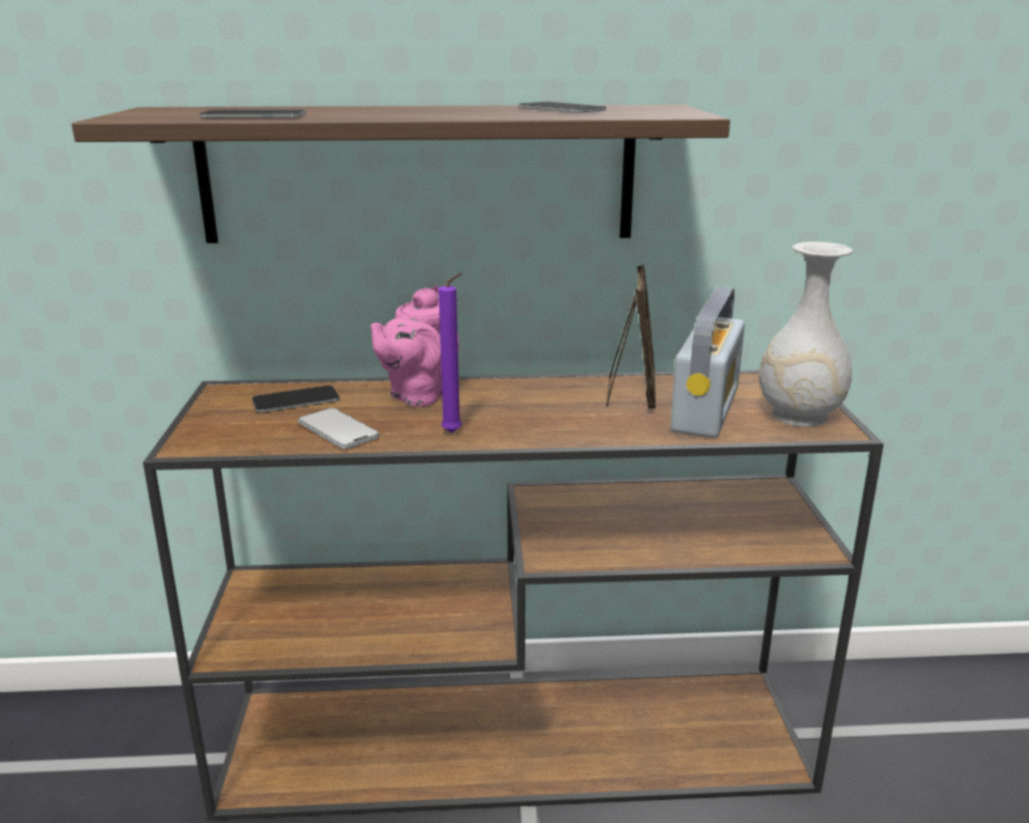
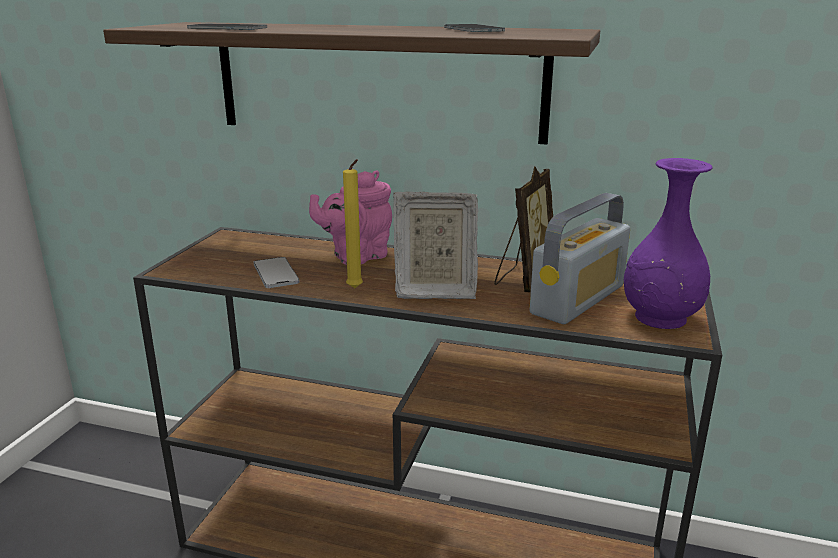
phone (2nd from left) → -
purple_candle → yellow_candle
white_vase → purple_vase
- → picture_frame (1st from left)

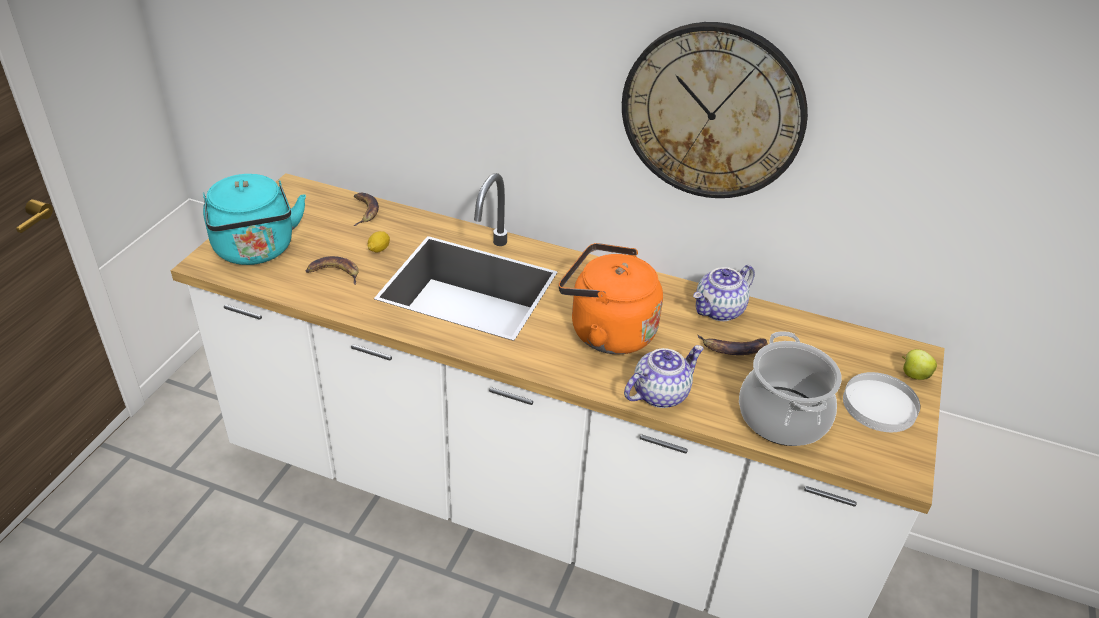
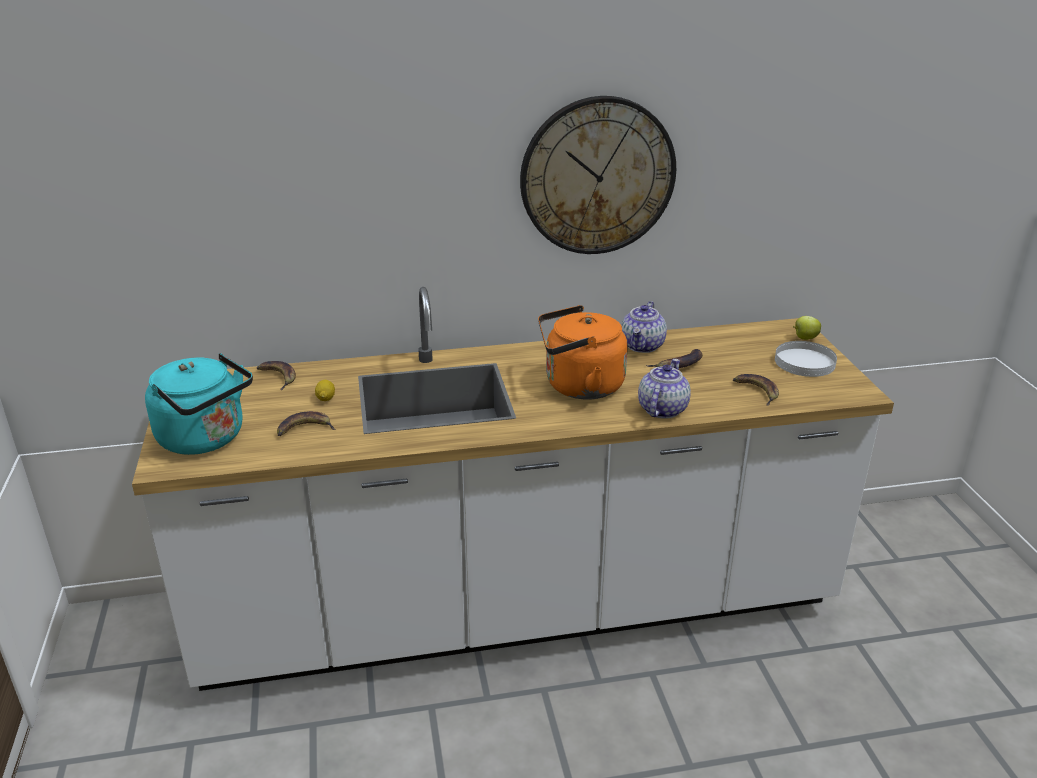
cooking_pot → banana (4th from left)

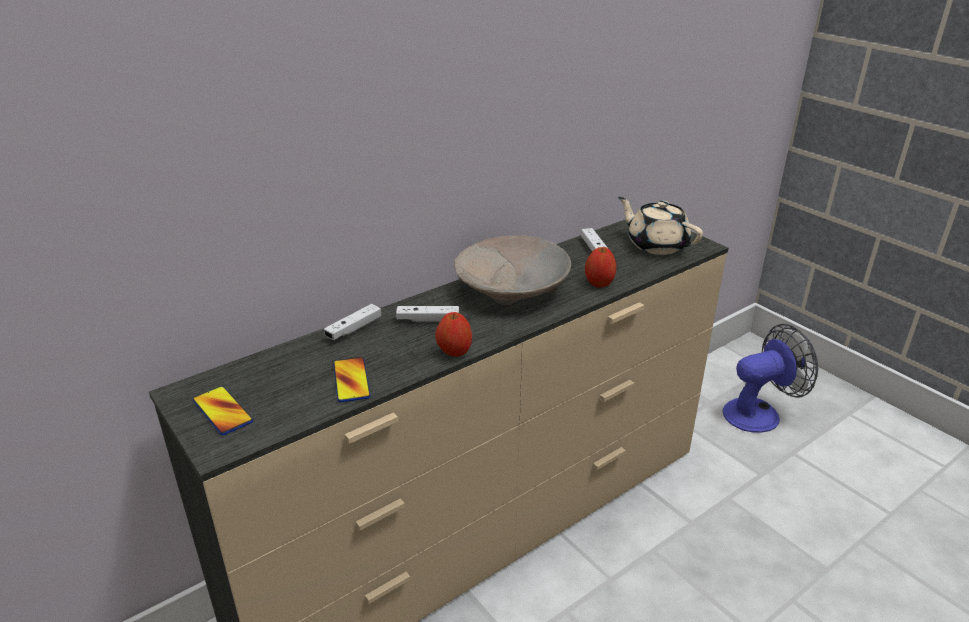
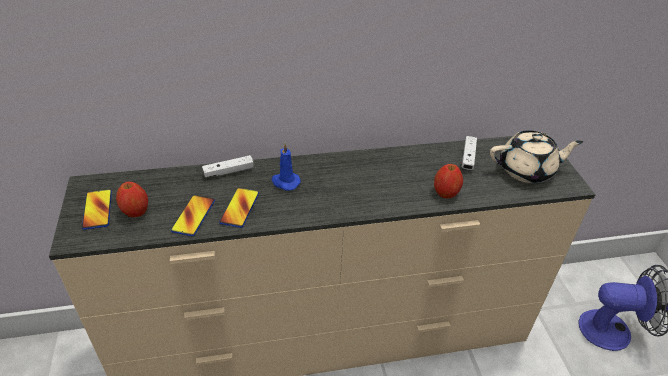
white_game_controller (2nd from left) → blue_candle
apple (1st from left), moved
beige_bowl → -
beige_teapot, 105 degrees clockwise
- → phone (3rd from left)

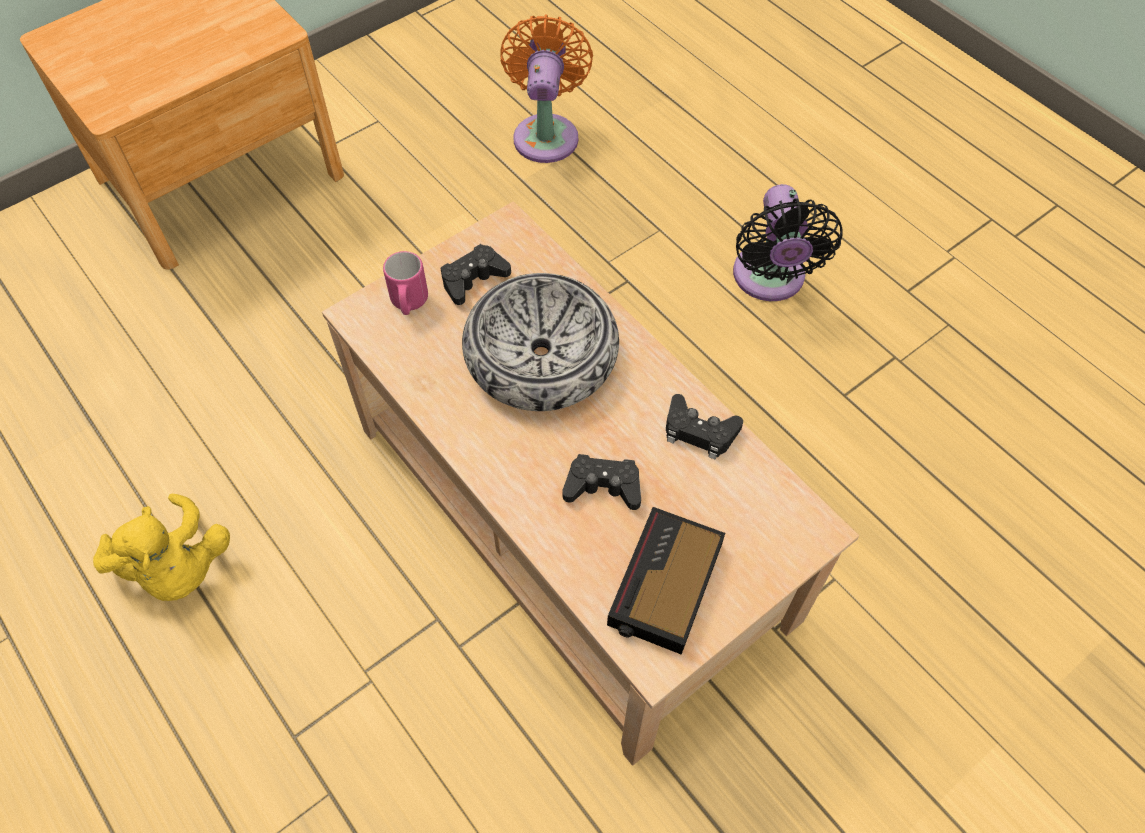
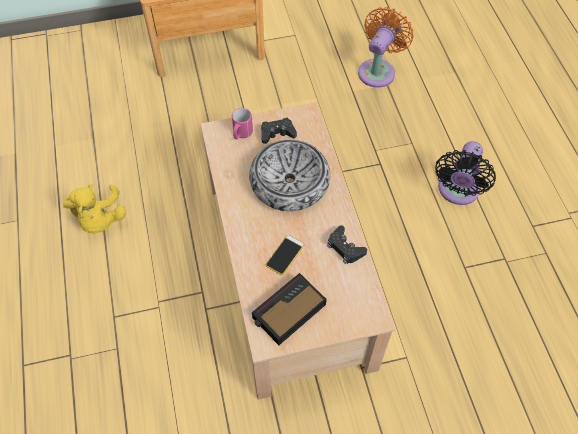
black_game_controller (2nd from left) → phone

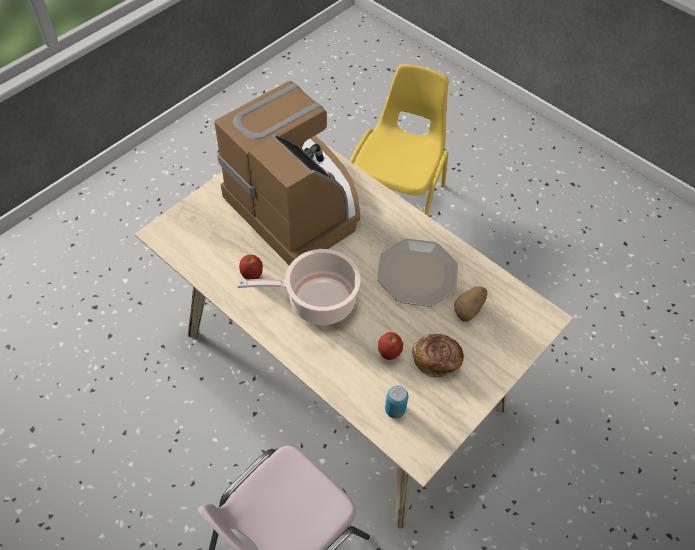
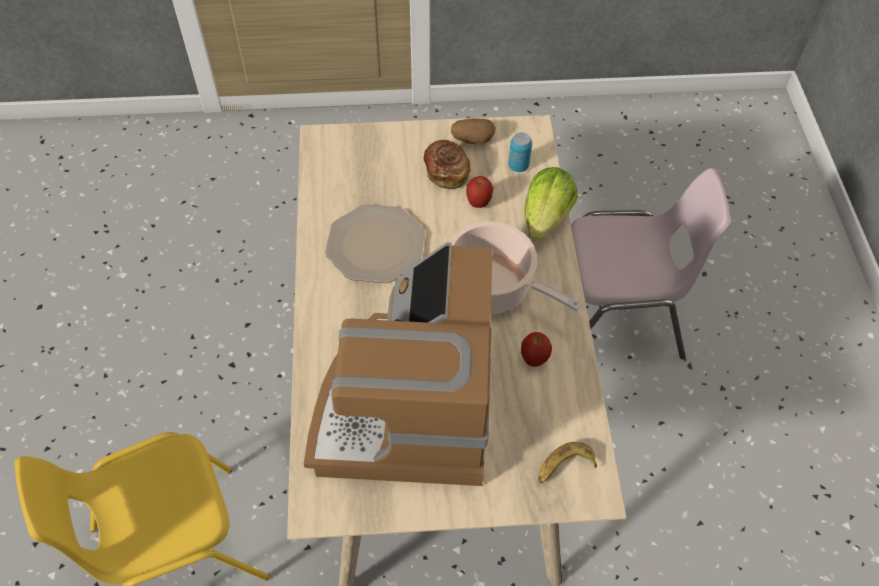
potato, moved
- → lettuce
- → banana

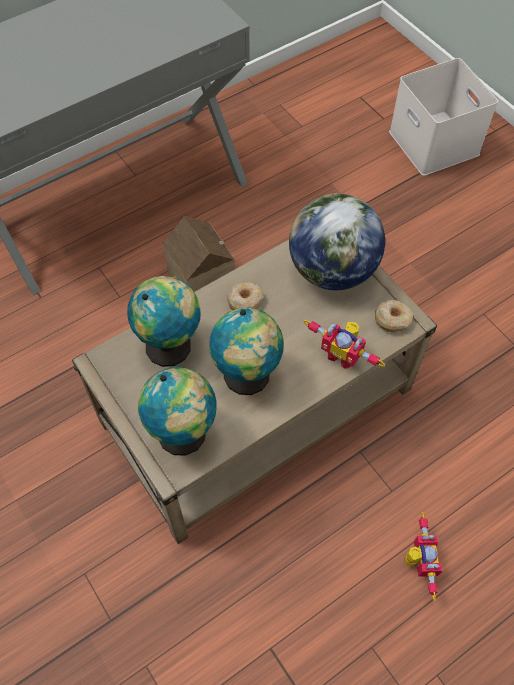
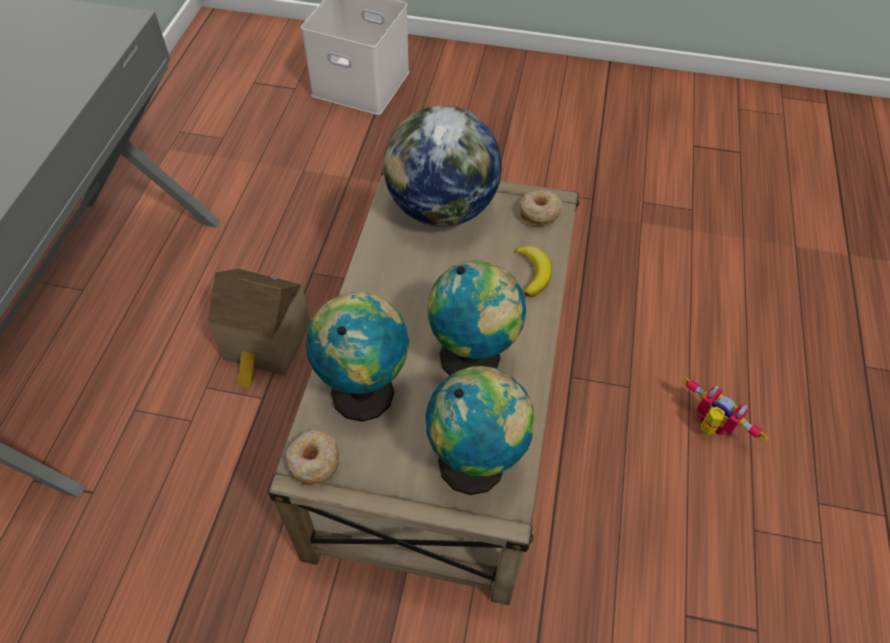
donut (1st from left), moved
toy_robot (1st from left) → banana

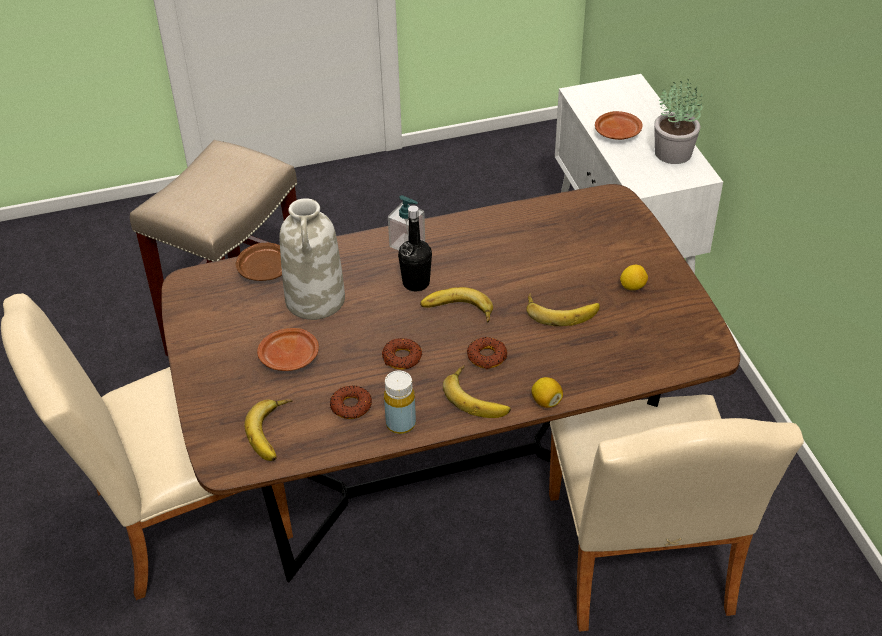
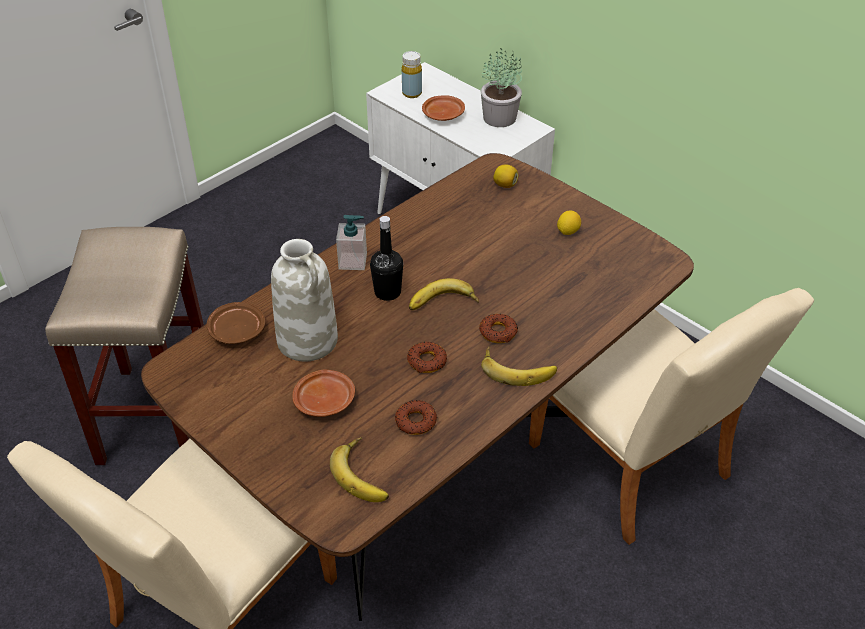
yellow_bottle, moved
banana (4th from left) → -
lemon (1st from left), moved

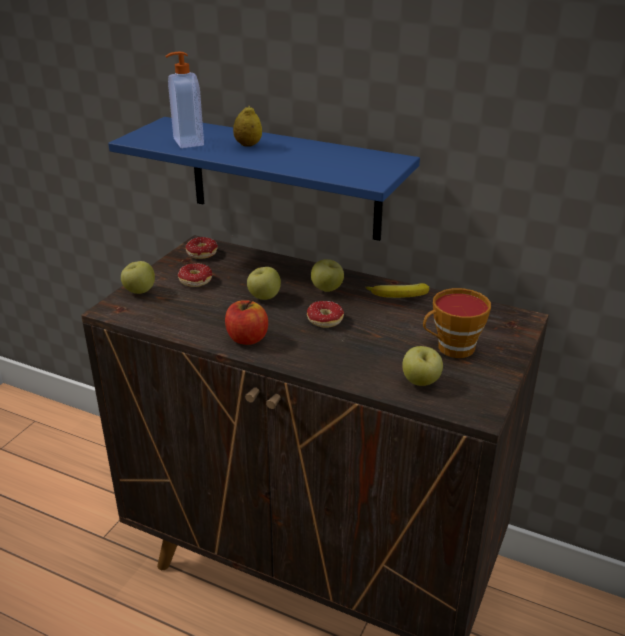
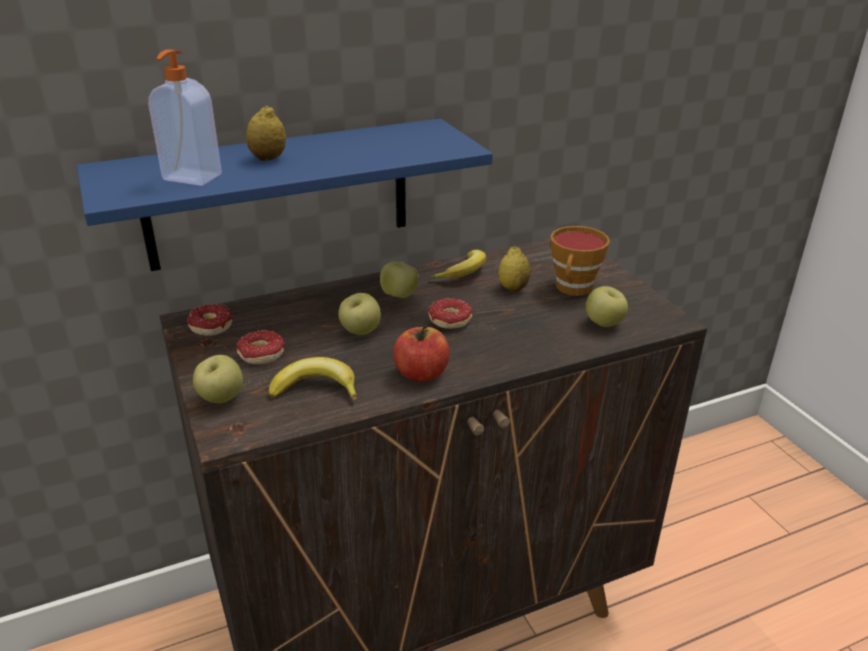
- → banana (1st from left)
- → lemon (2nd from left)

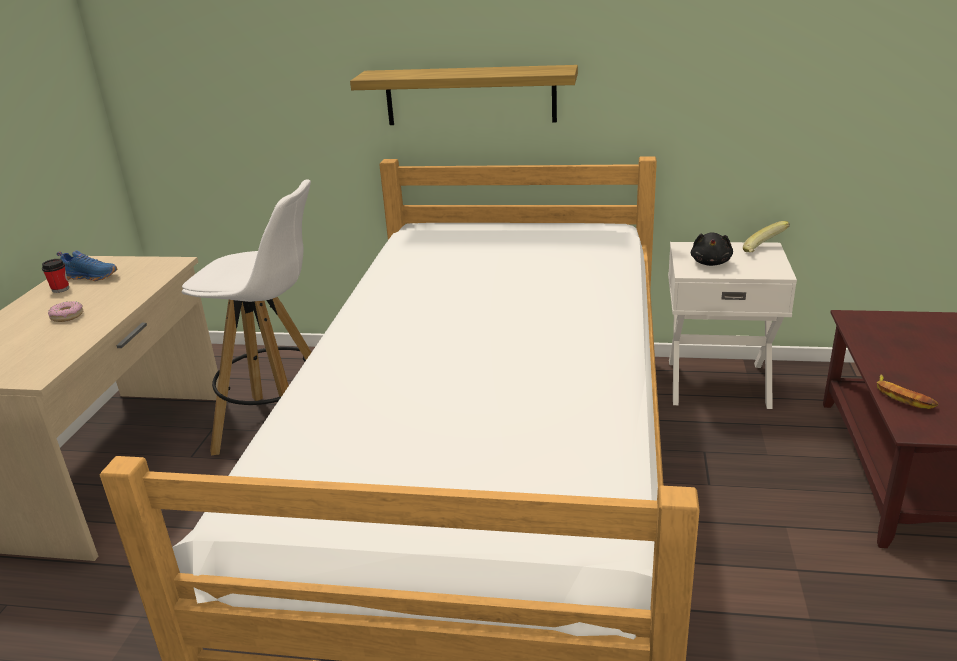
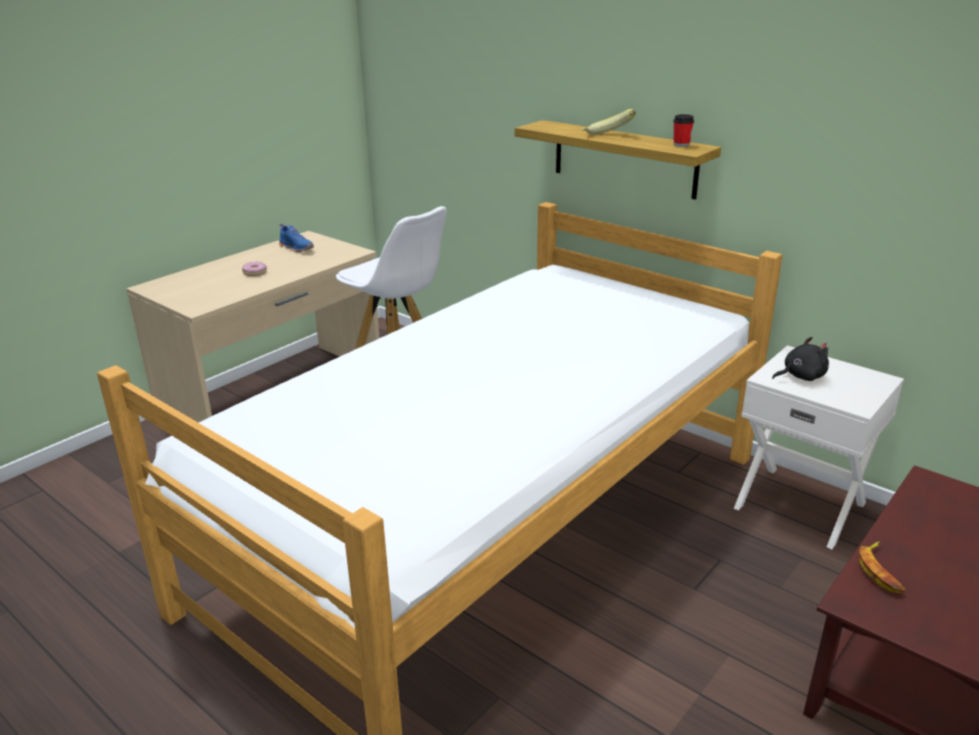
cup, moved
black_plush_toy, 150 degrees counterclockwise
banana (1st from left), moved

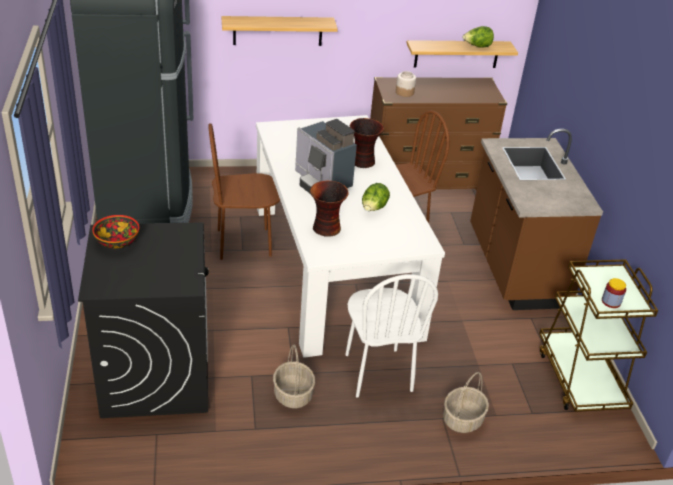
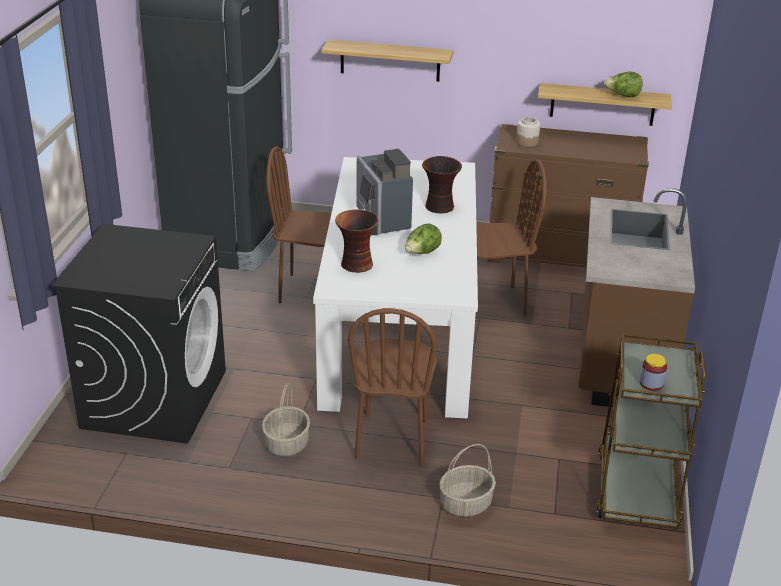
bowl → -
white_chair → brown_chair (2nd from left)

